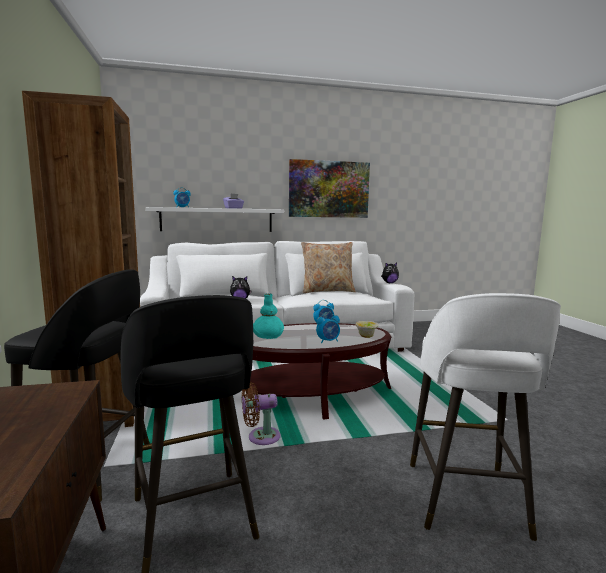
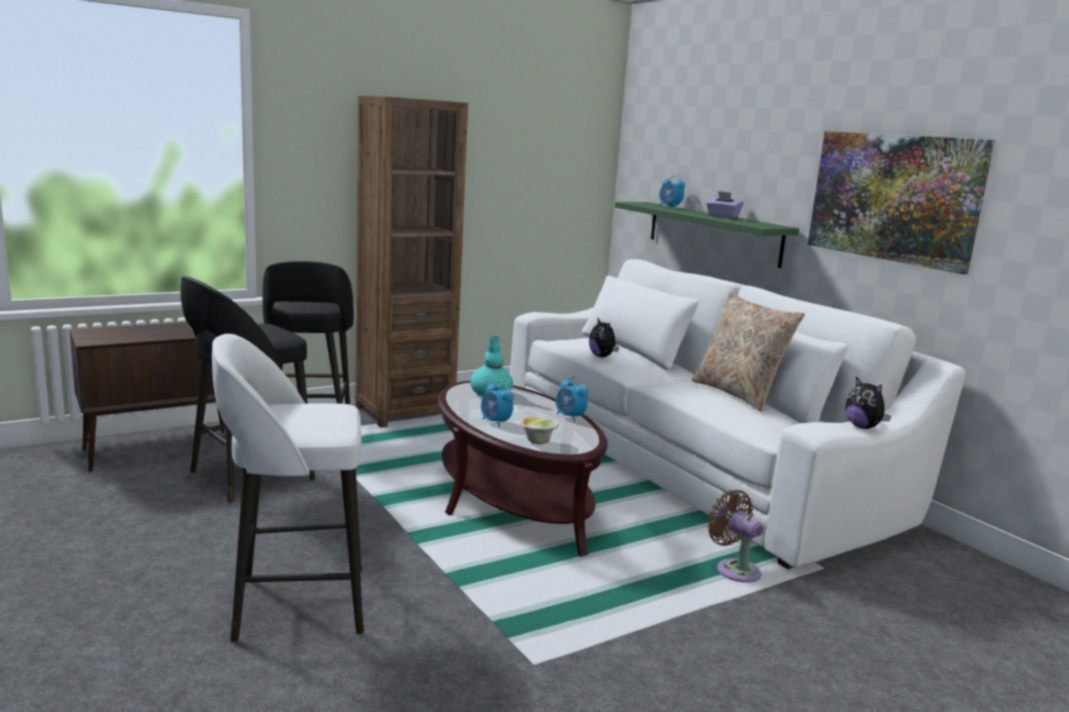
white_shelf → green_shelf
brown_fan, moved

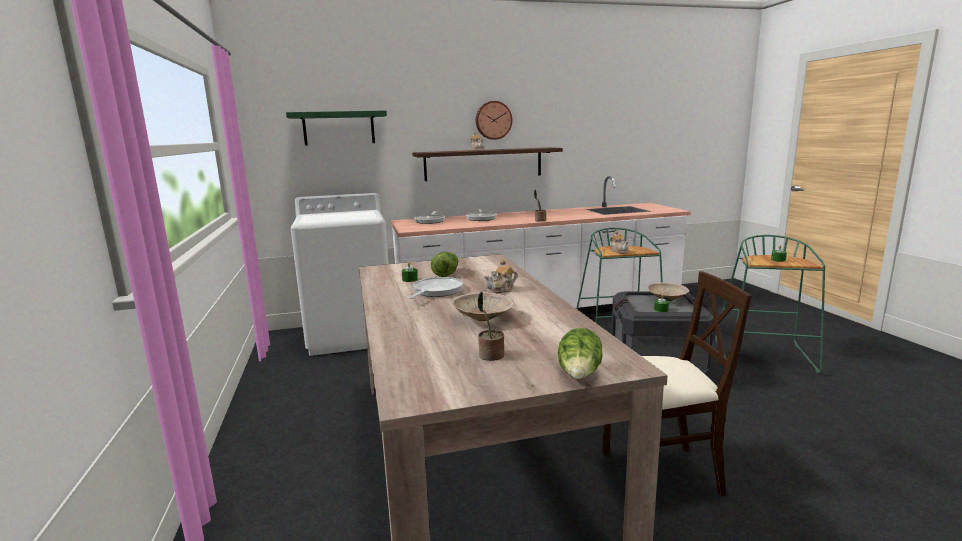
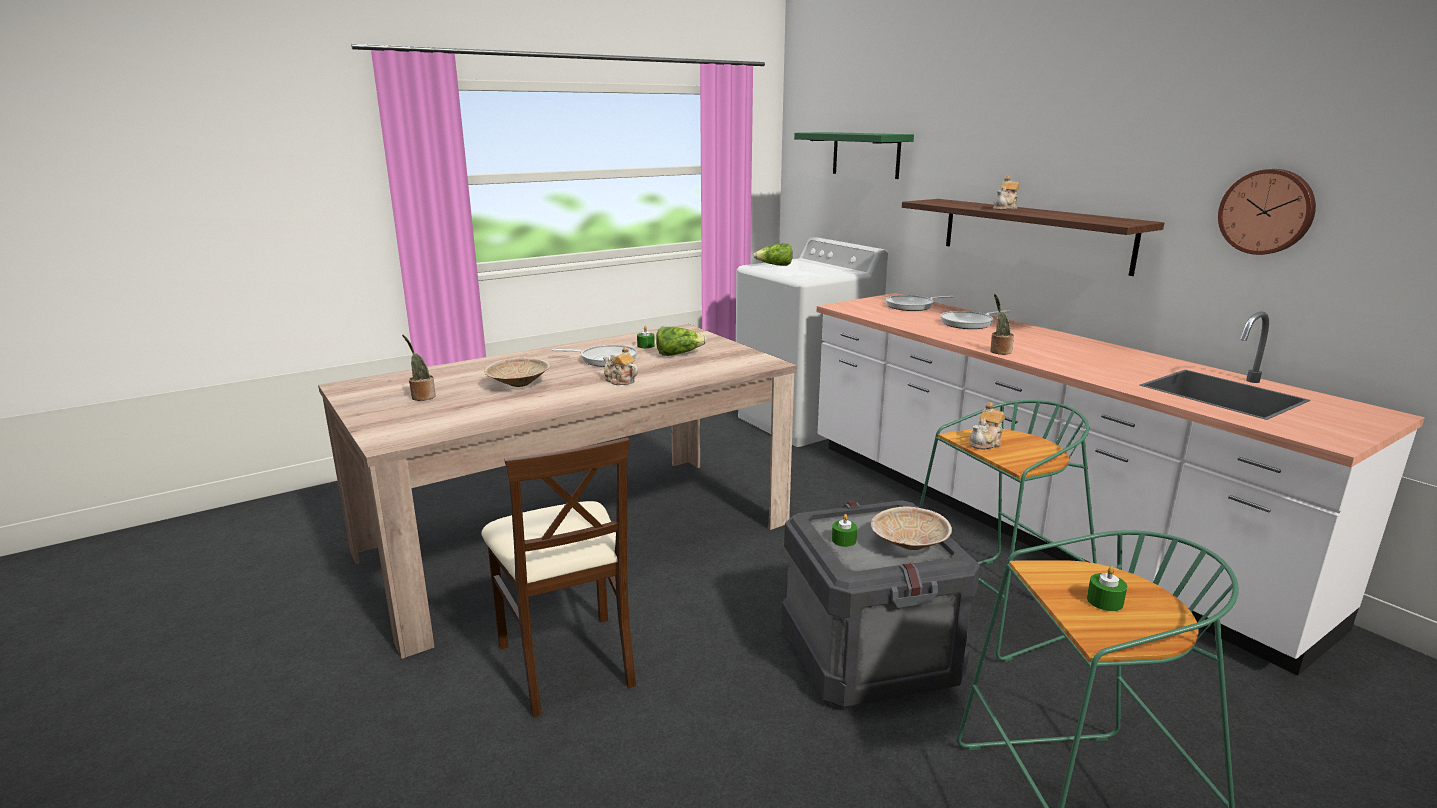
wall_clock, moved
lettuce (2nd from left), moved

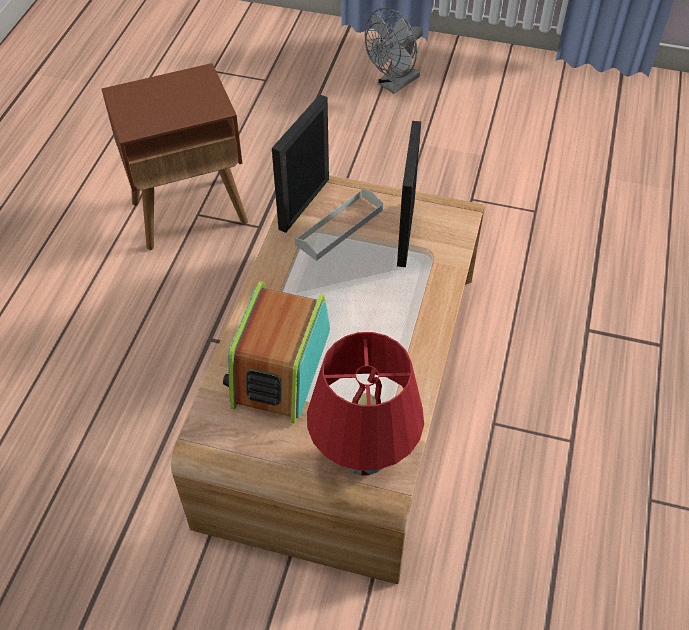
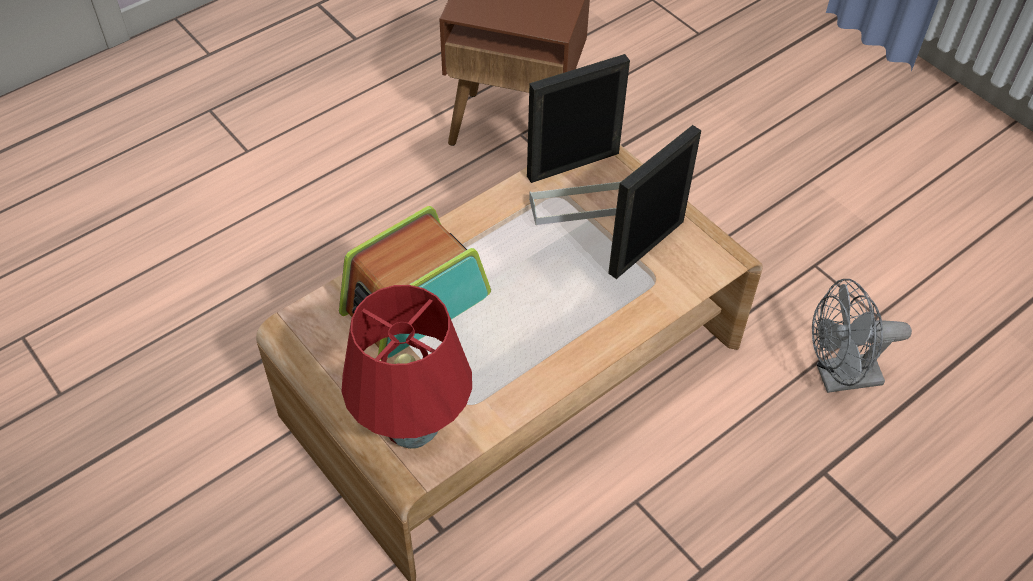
grey_fan, moved

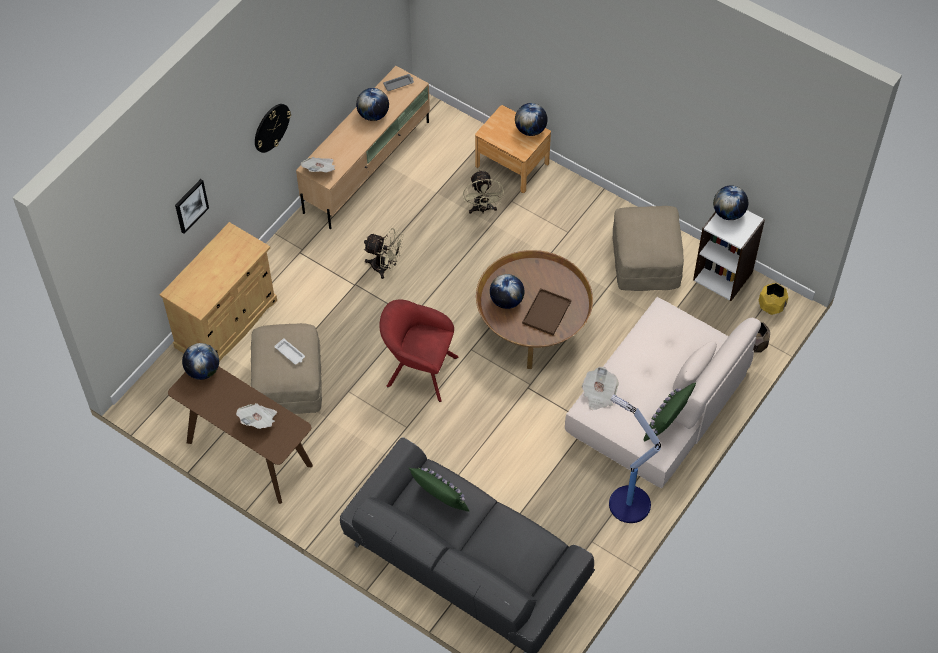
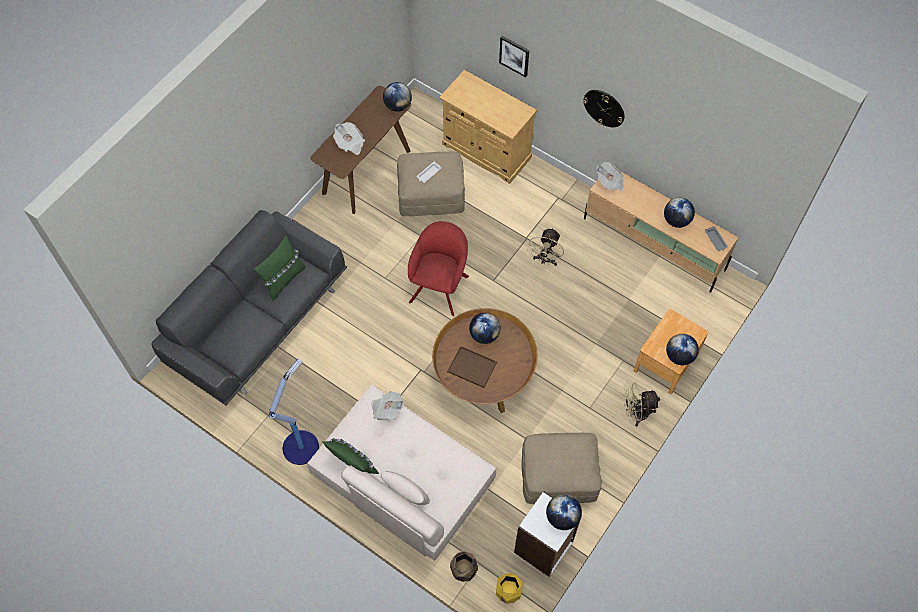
beige_fan (2nd from left), moved

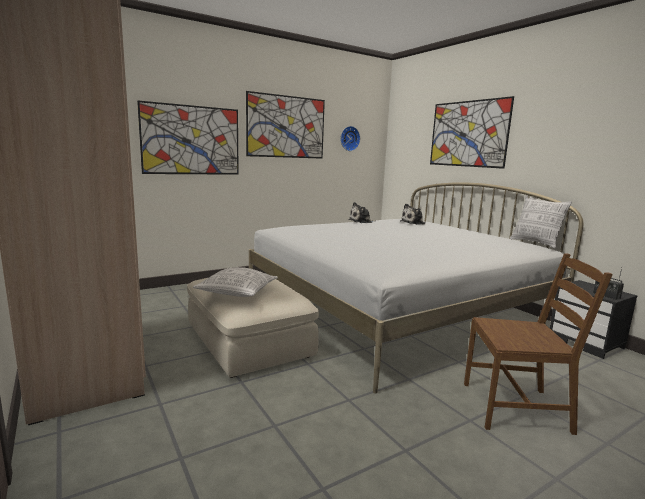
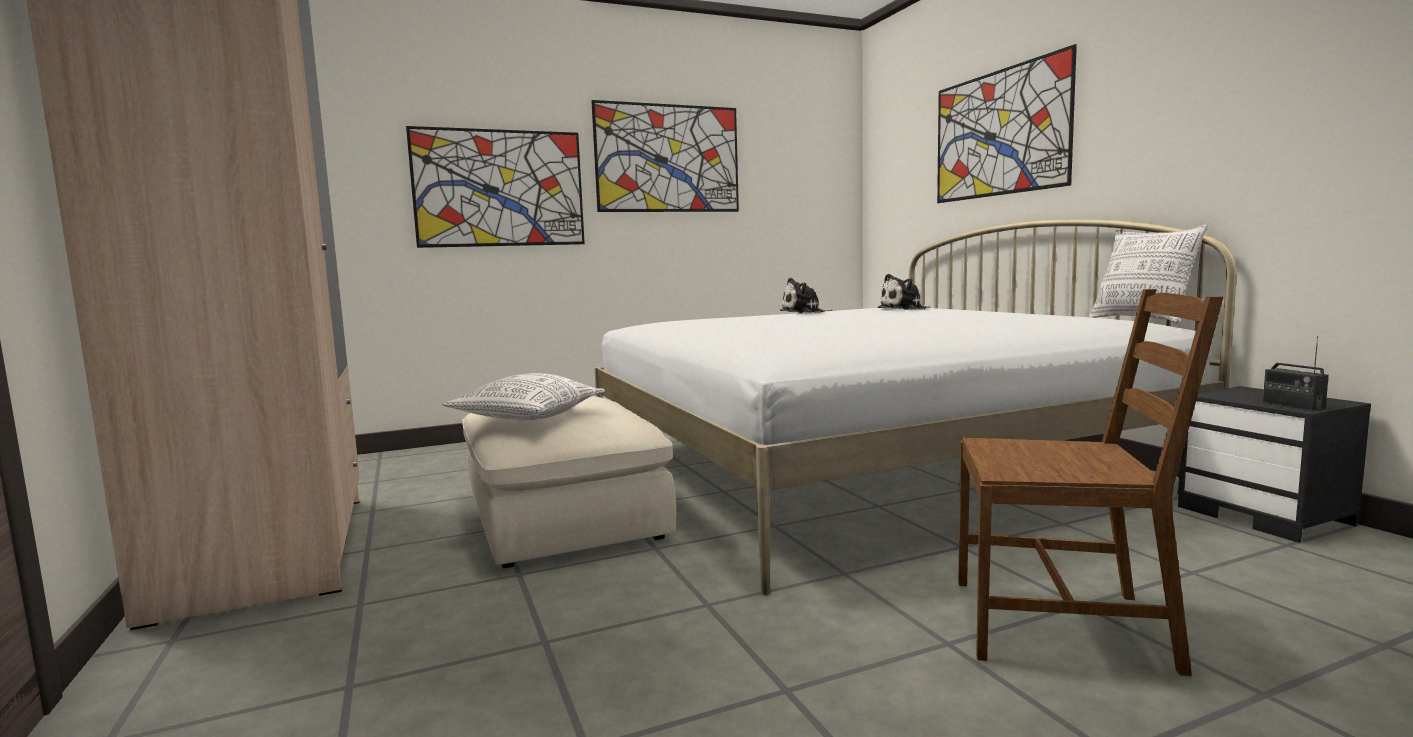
wall_clock → -

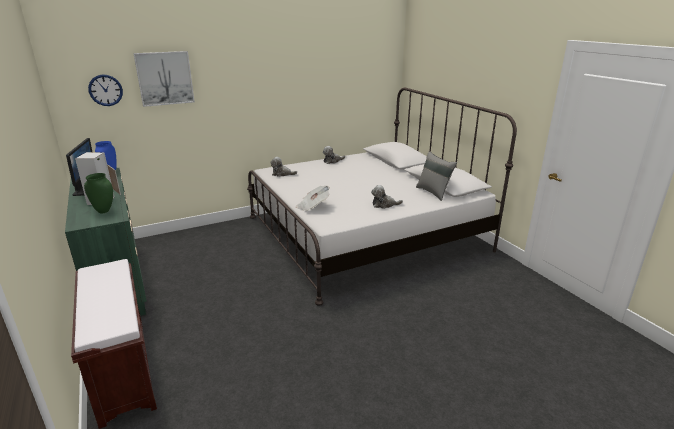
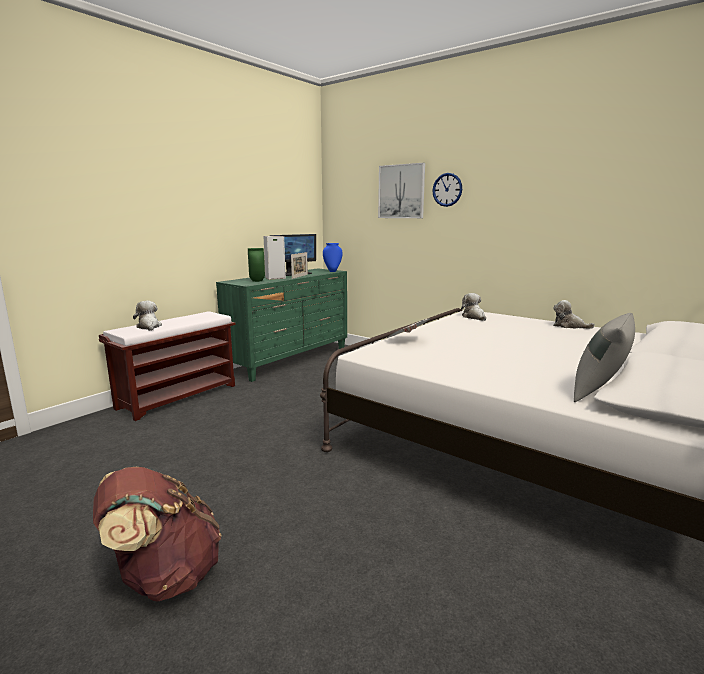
wall_clock, moved
plush_toy (3rd from left in the first image) → plush_toy (1st from left), moved
- → brown_backpack

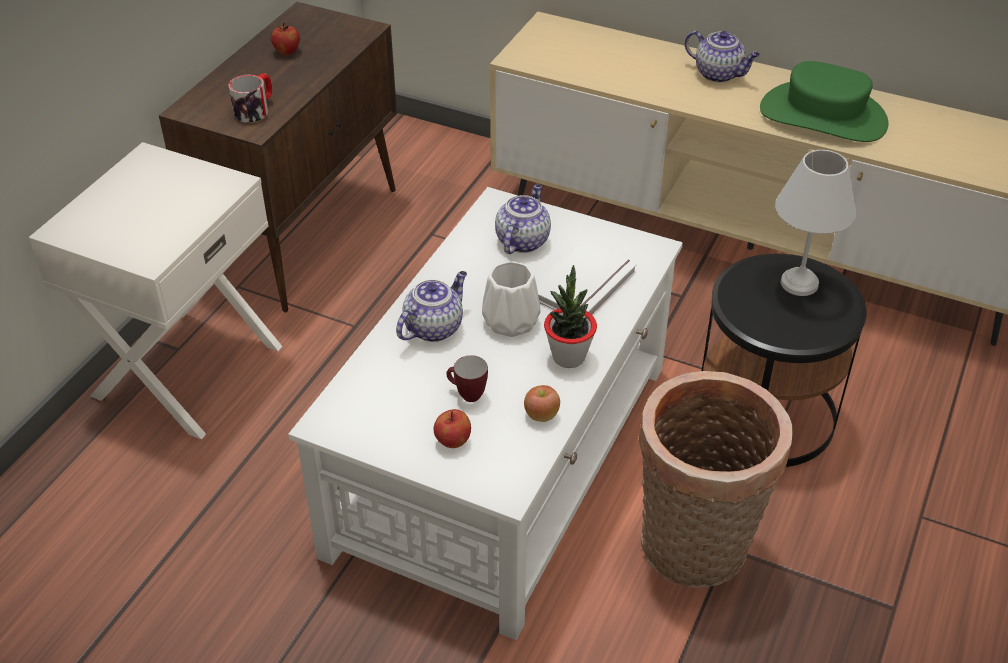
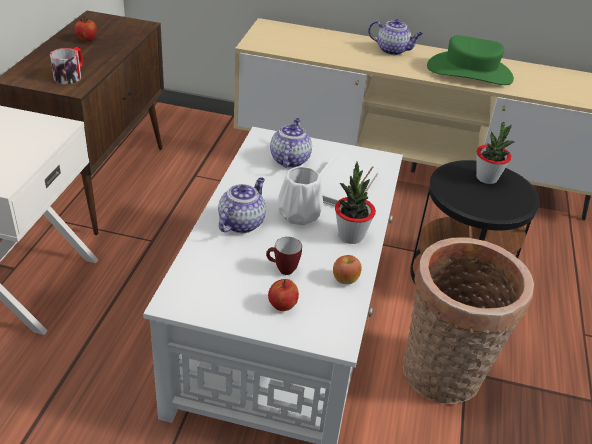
white_table_lamp → potted_plant (2nd from left)

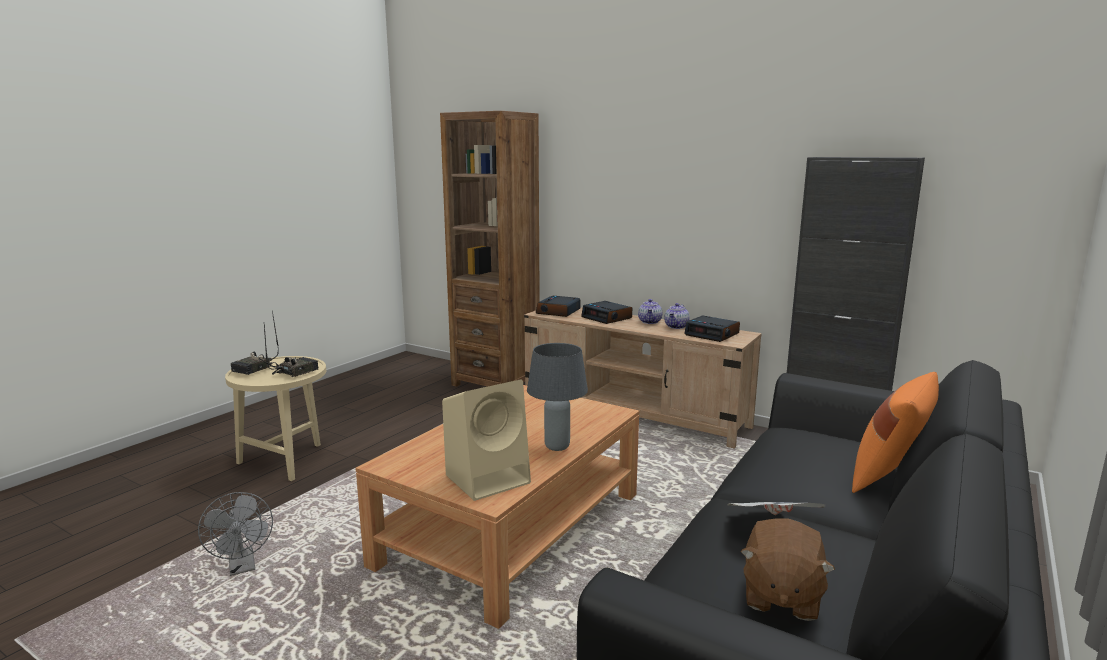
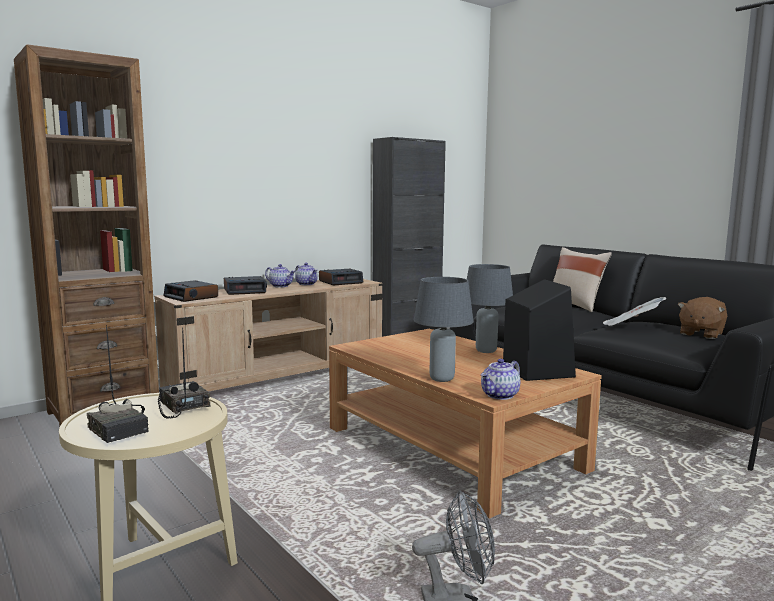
beige_speaker → black_speaker
brown_plush_toy, 90 degrees clockwise
orange_pillow → beige_pillow
- → grey_table_lamp (1st from left)
- → teapot (3rd from left)

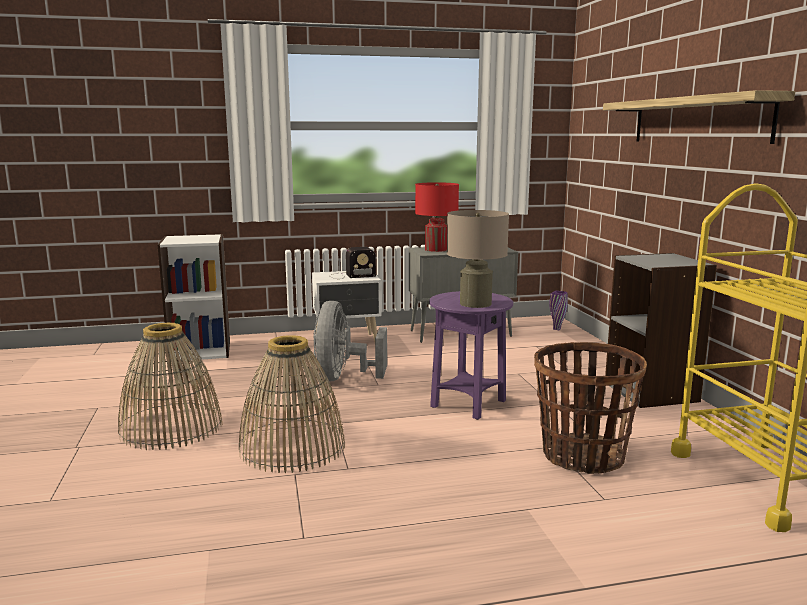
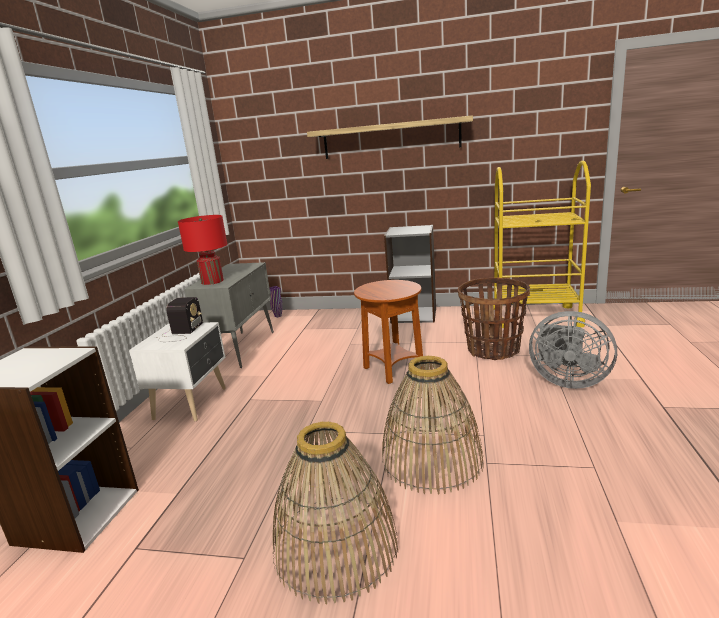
grey_fan, moved
purple_side_table → brown_side_table
beige_table_lamp → -

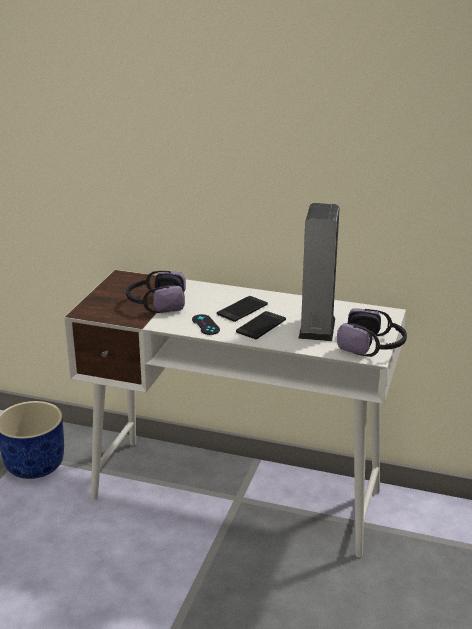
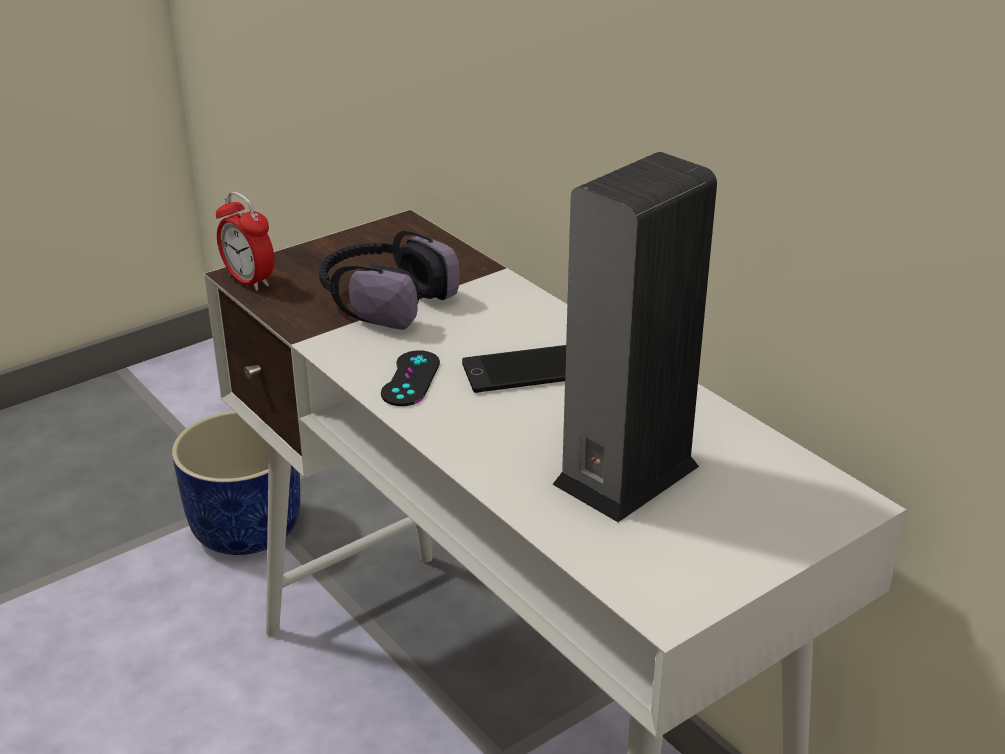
phone (2nd from left) → -
headphones (2nd from left) → -
- → alarm_clock

